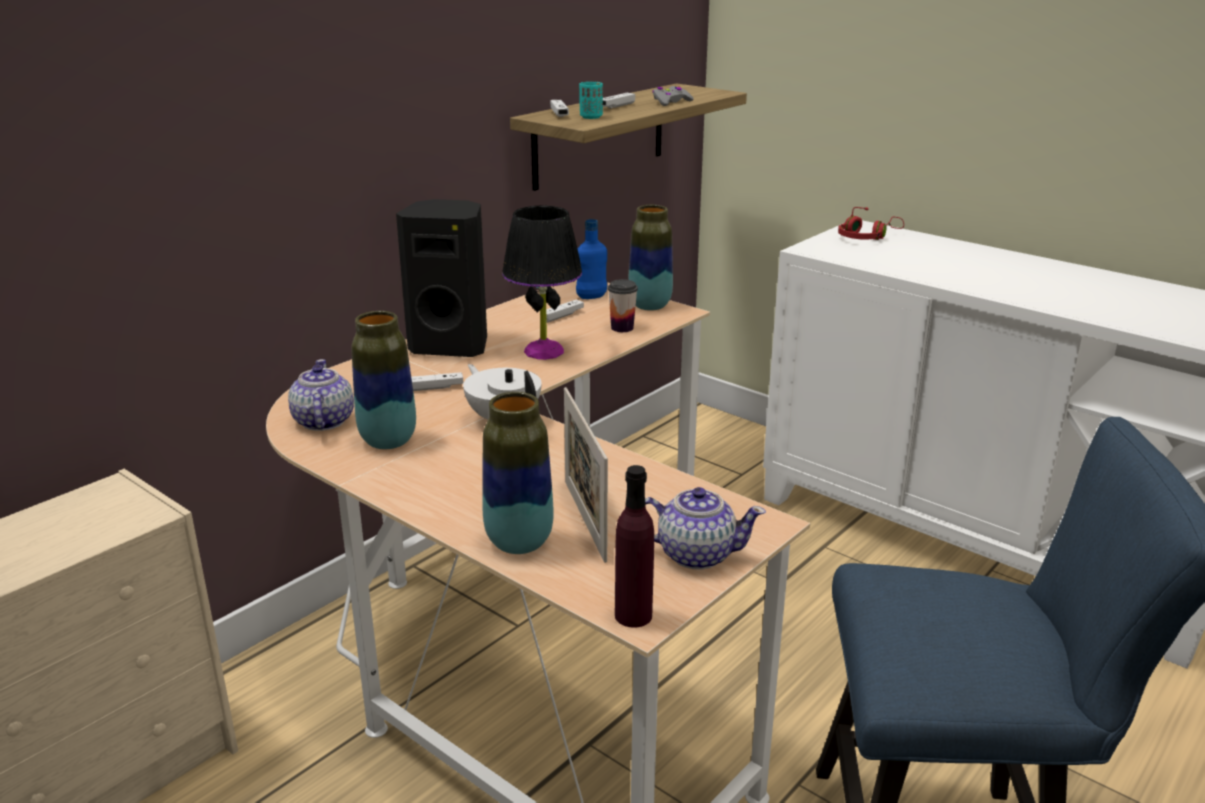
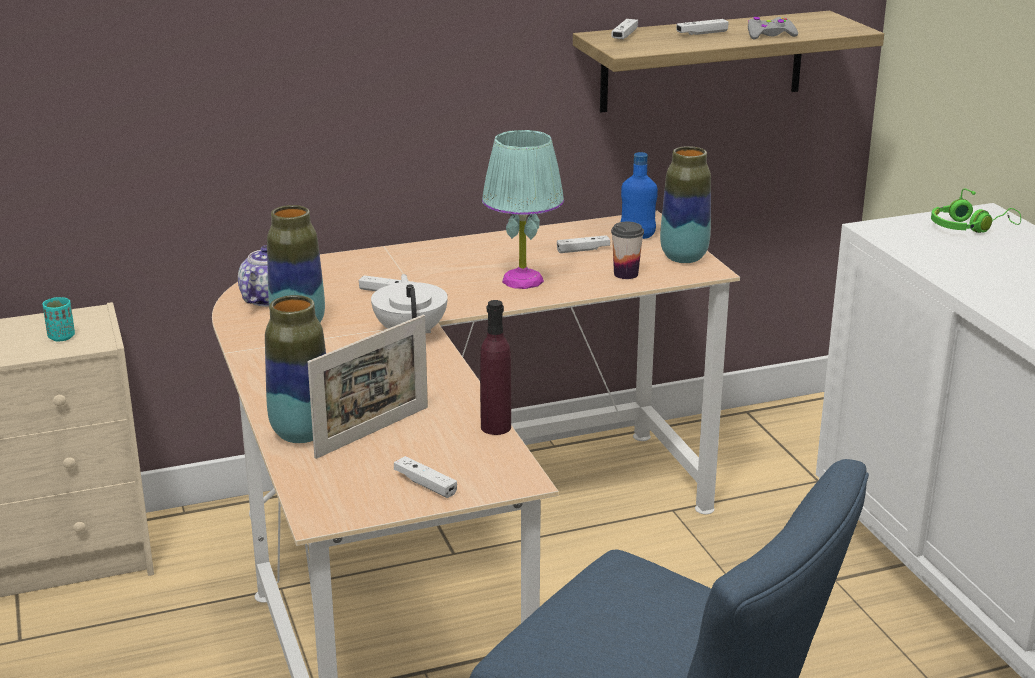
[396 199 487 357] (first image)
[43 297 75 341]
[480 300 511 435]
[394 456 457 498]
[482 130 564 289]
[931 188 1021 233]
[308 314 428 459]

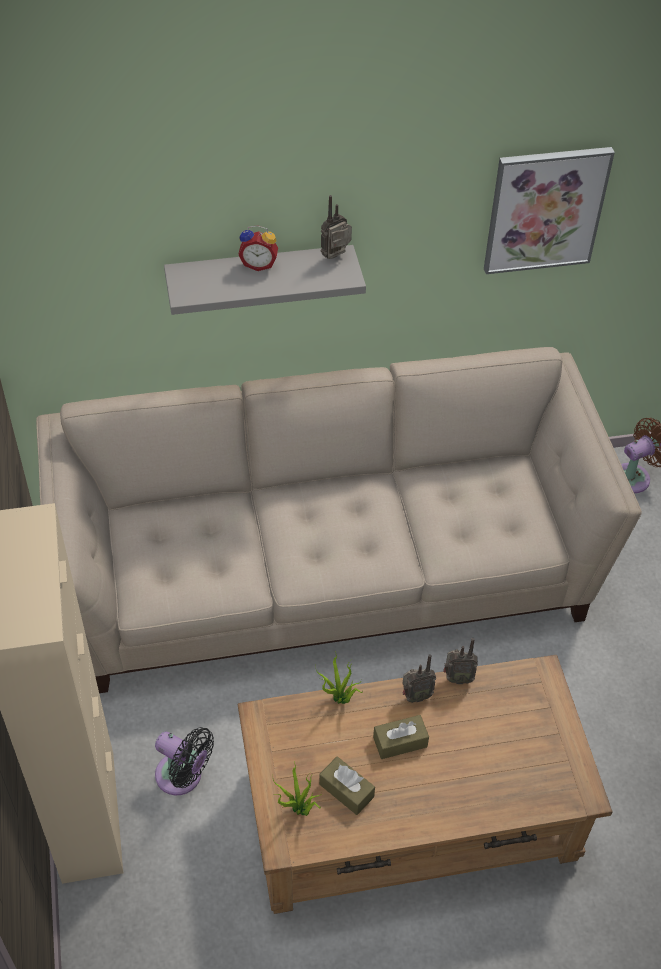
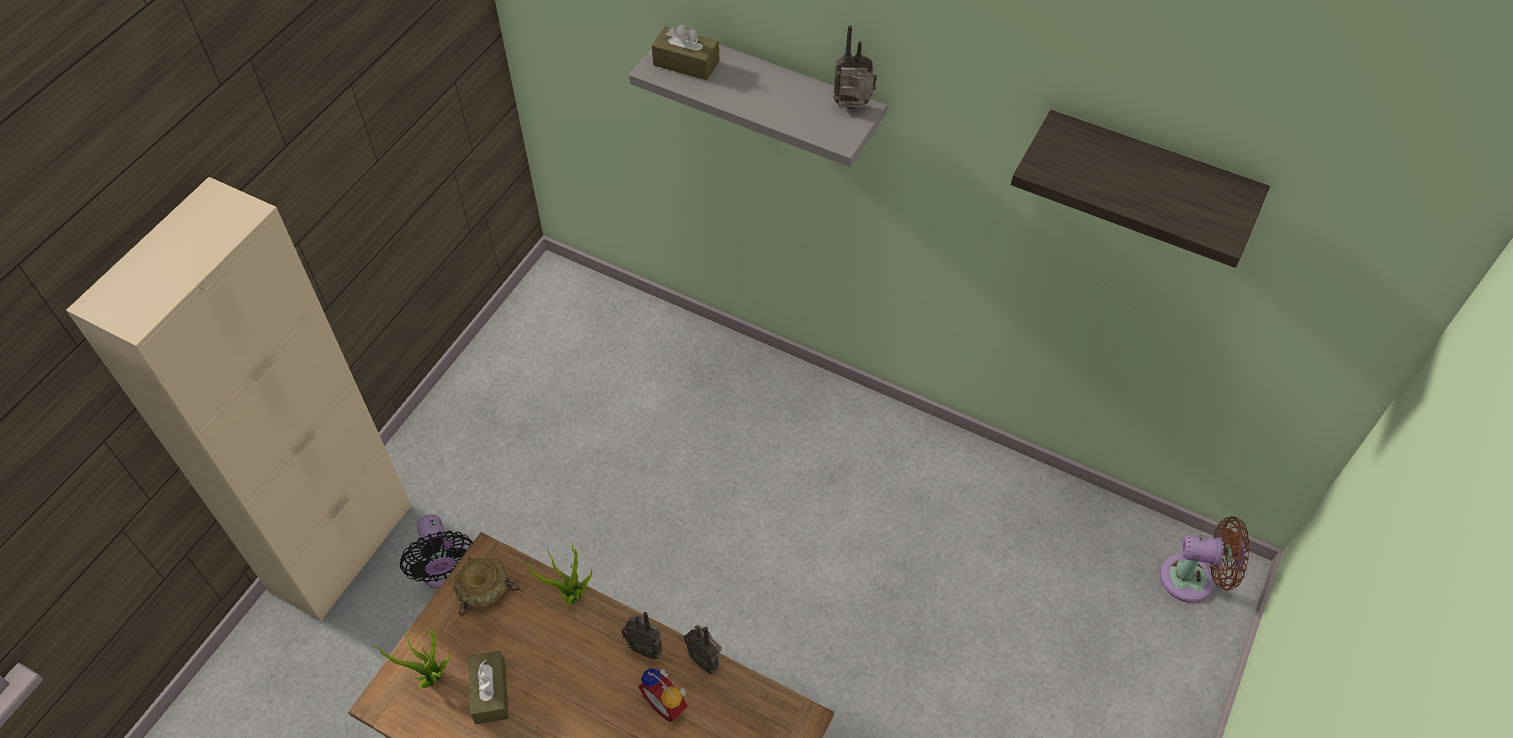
[36 347 642 693] (first image)
[453 556 522 618]
[638 668 688 722]
[652 24 720 80]
[1011 110 1270 268]

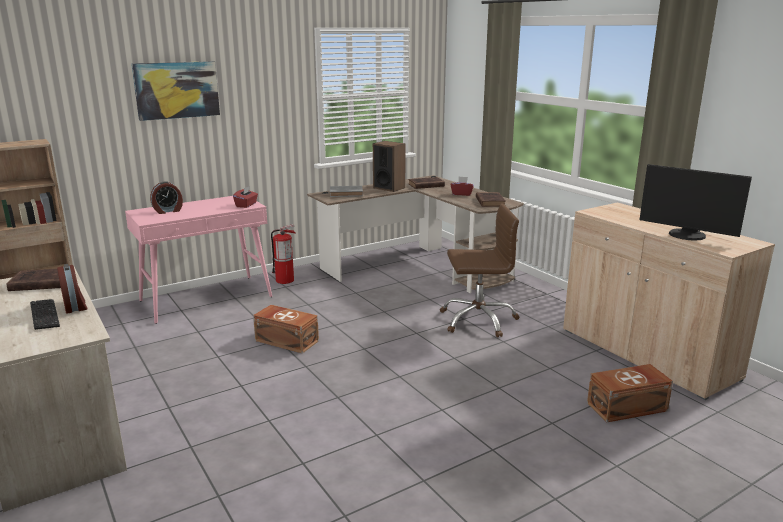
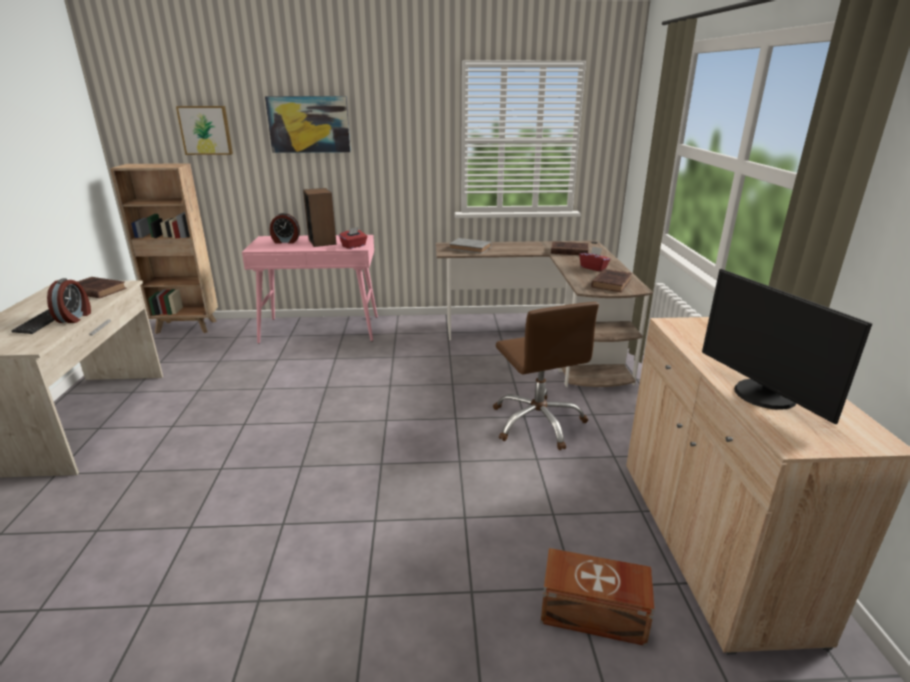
[253 305 319 354] (first image)
[271 224 295 284] (first image)
[176 106 233 155]
[303 188 337 247]
[493 302 599 450]

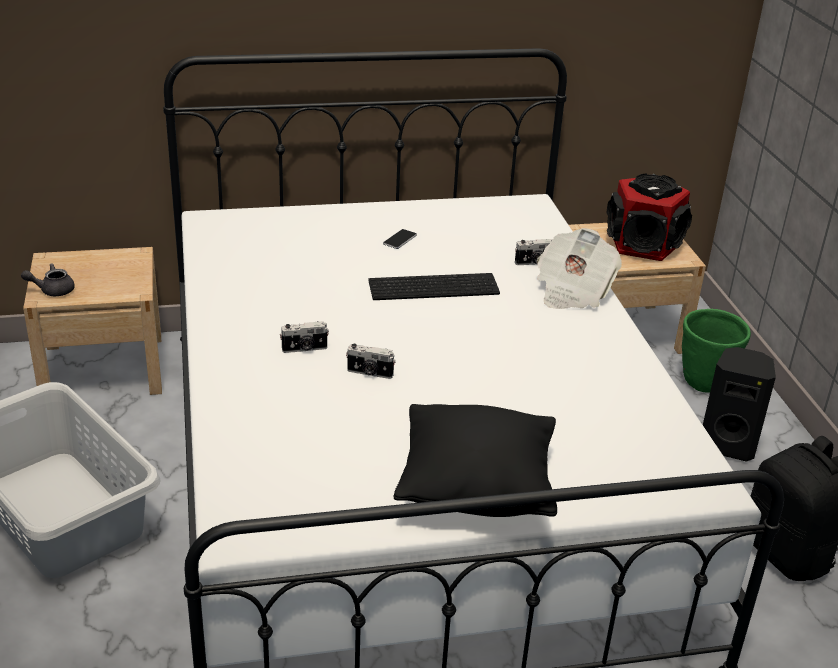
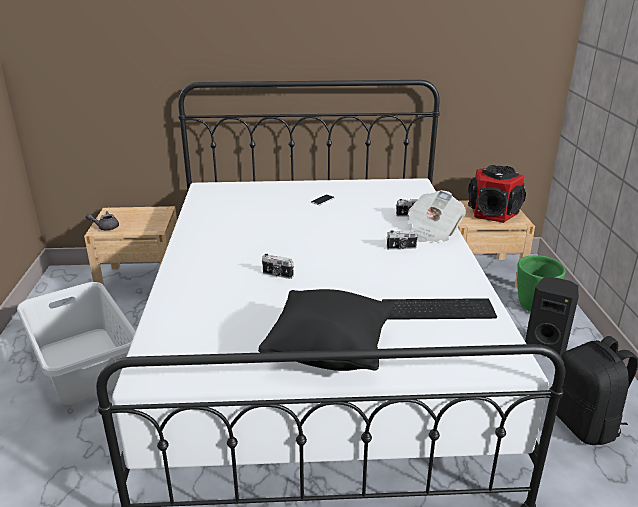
[386 230 418 250]
[382 298 497 320]

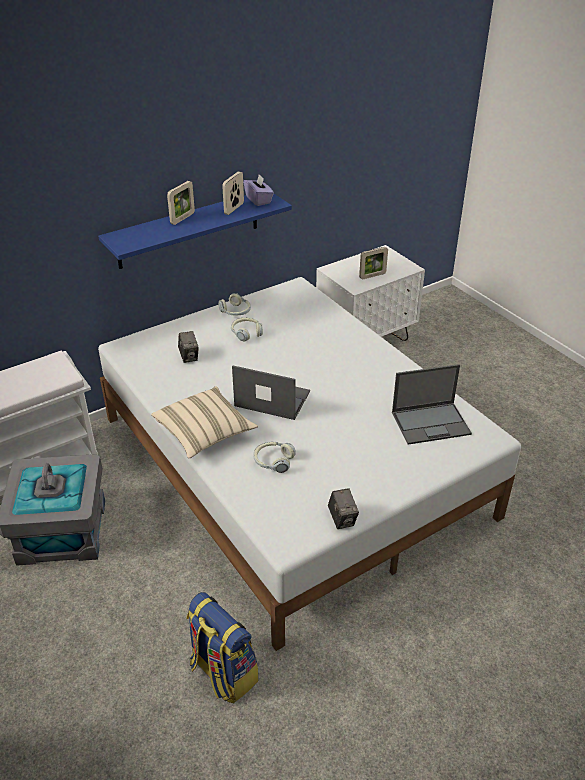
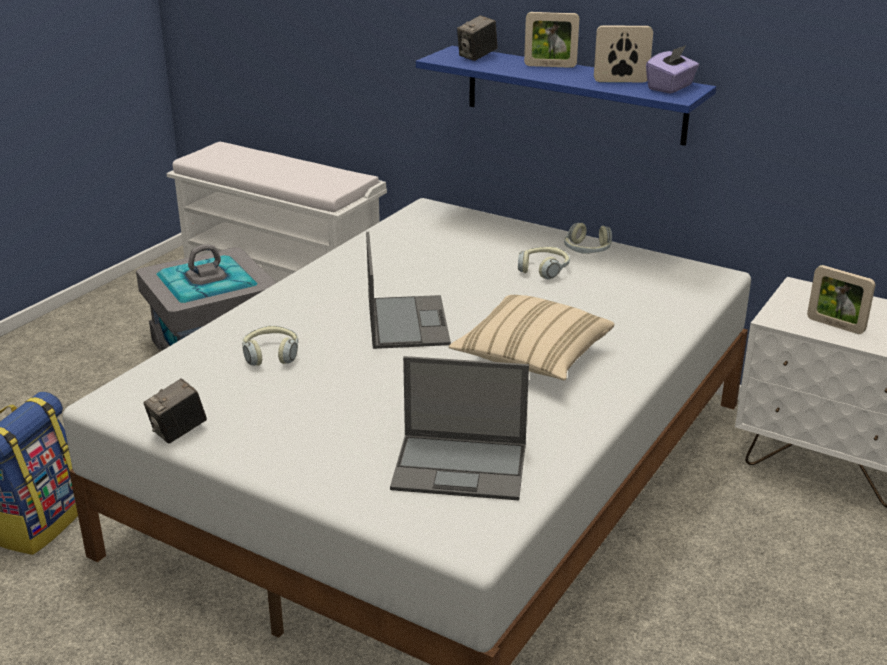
[449 295 614 380]
[457 15 498 61]
[390 356 529 500]

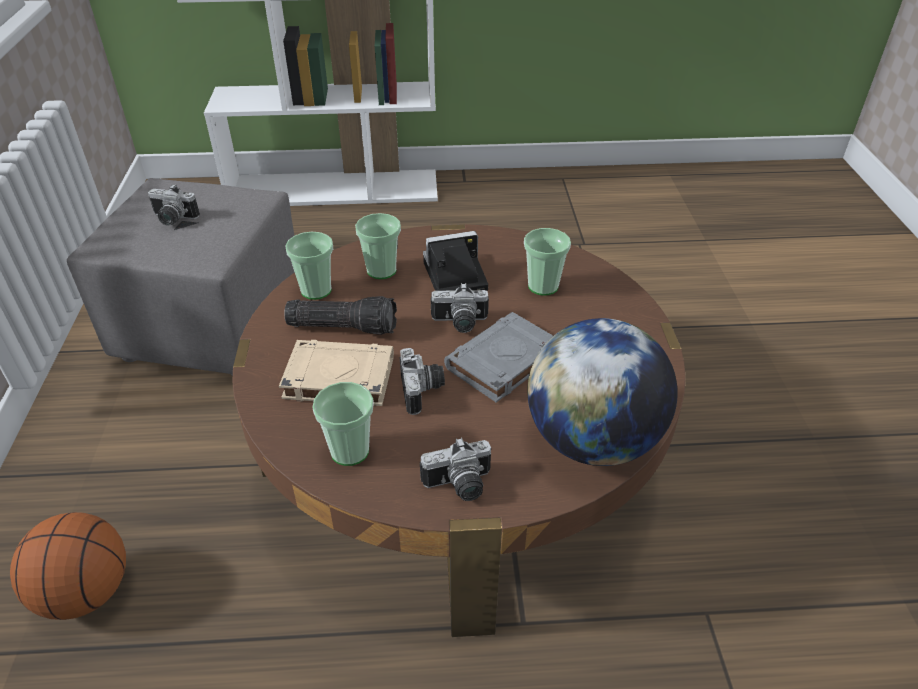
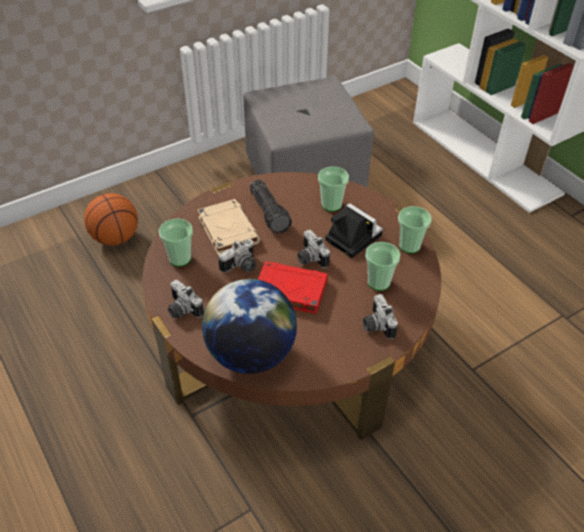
[363 294 398 339]
[398 206 432 253]
[258 261 328 314]

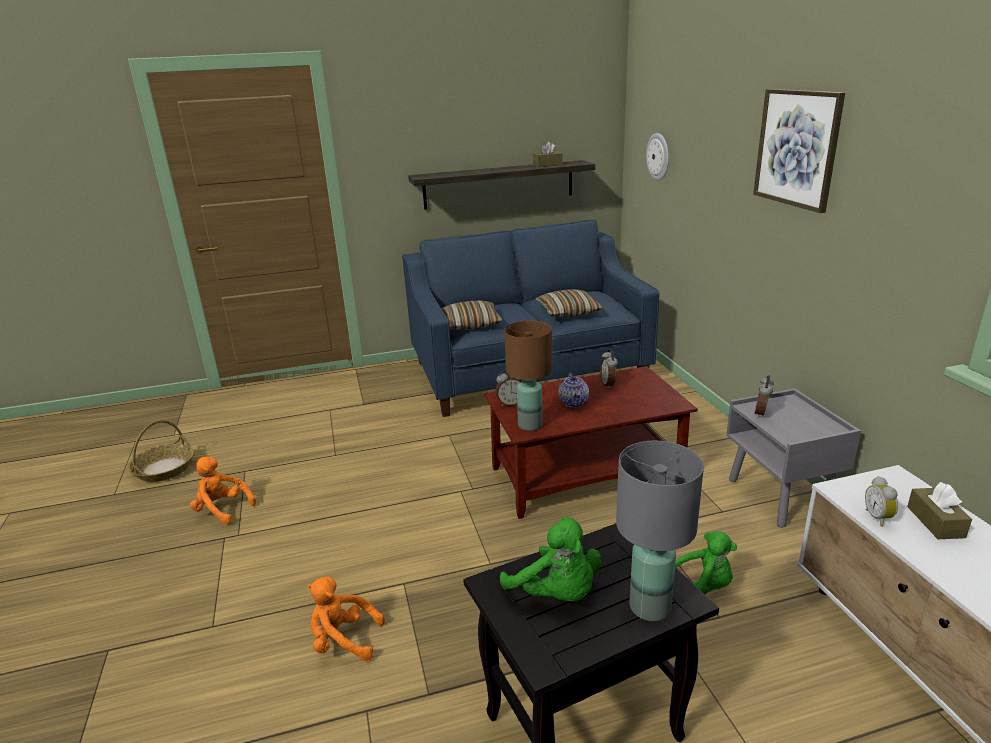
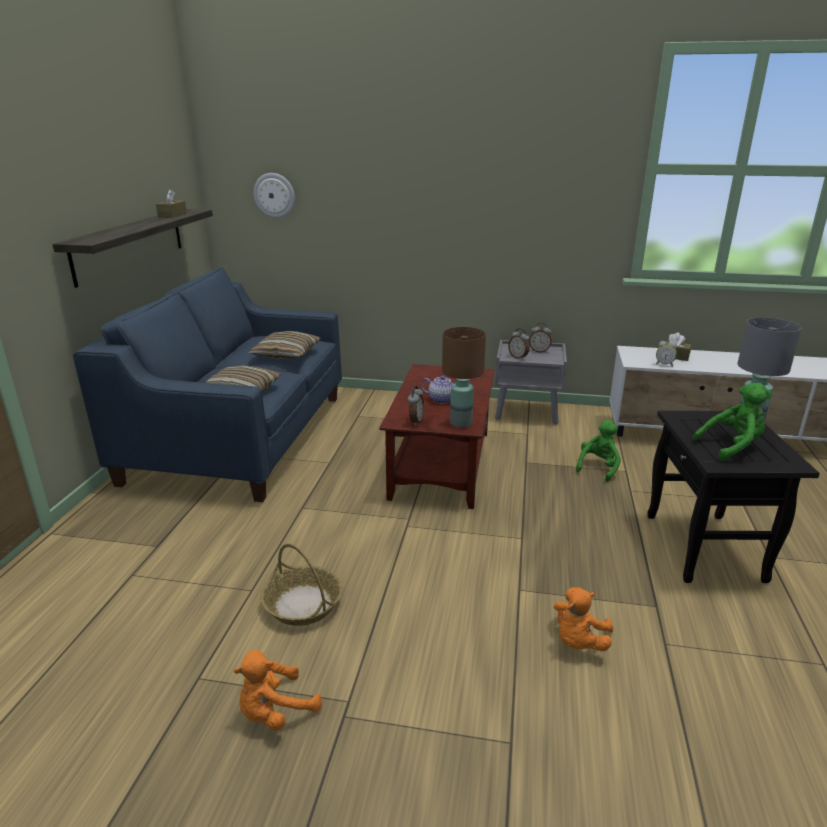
[753 89 845 213] (first image)
[261 544 342 626]
[529 323 552 353]

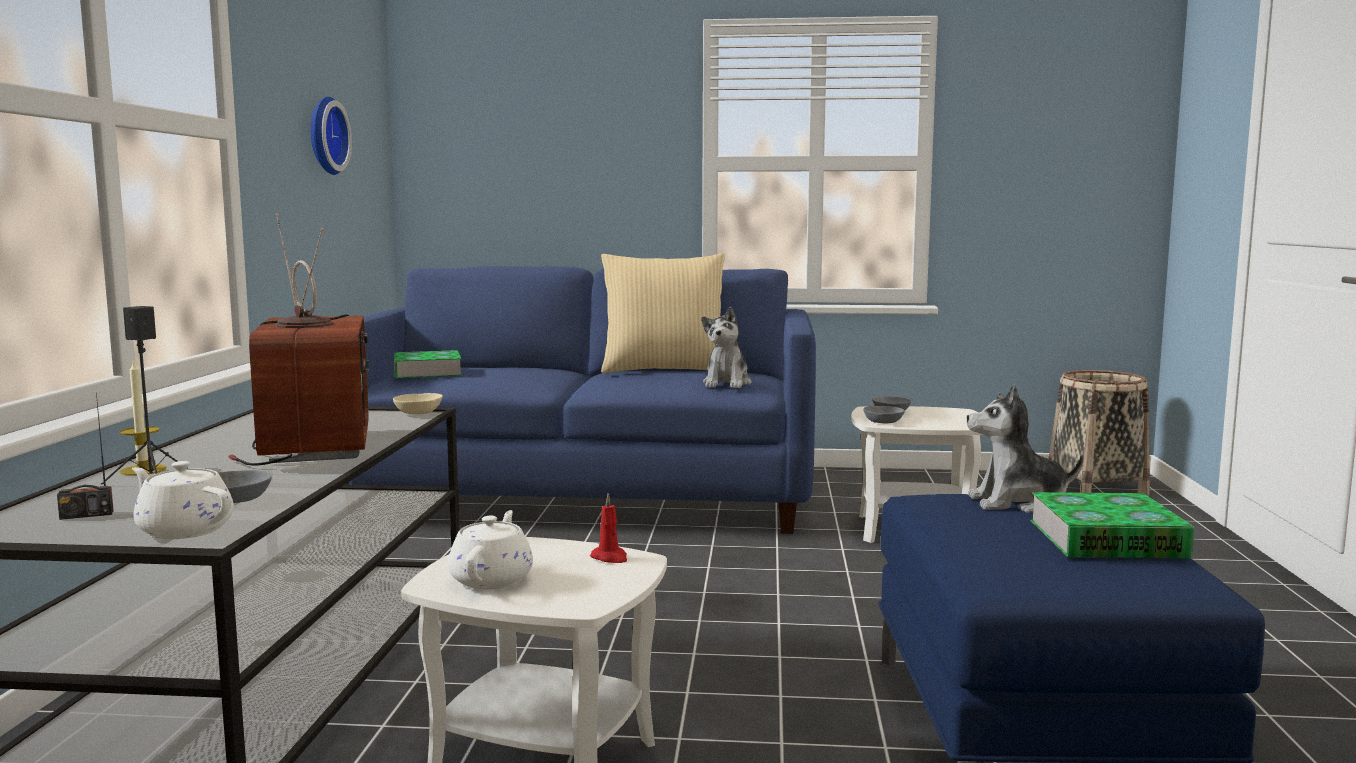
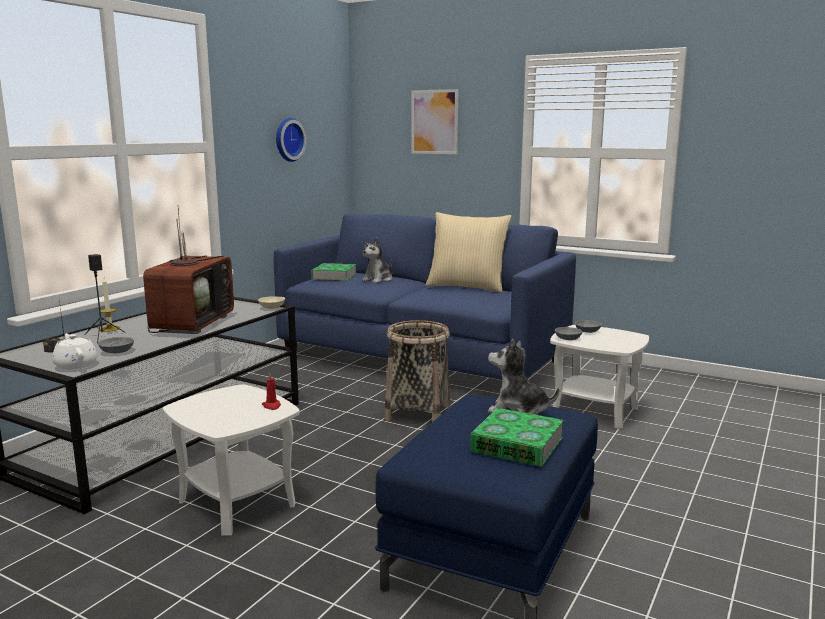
[448 510 533 589] (first image)
[412 89 458 154]
[362 238 393 283]
[384 320 450 422]

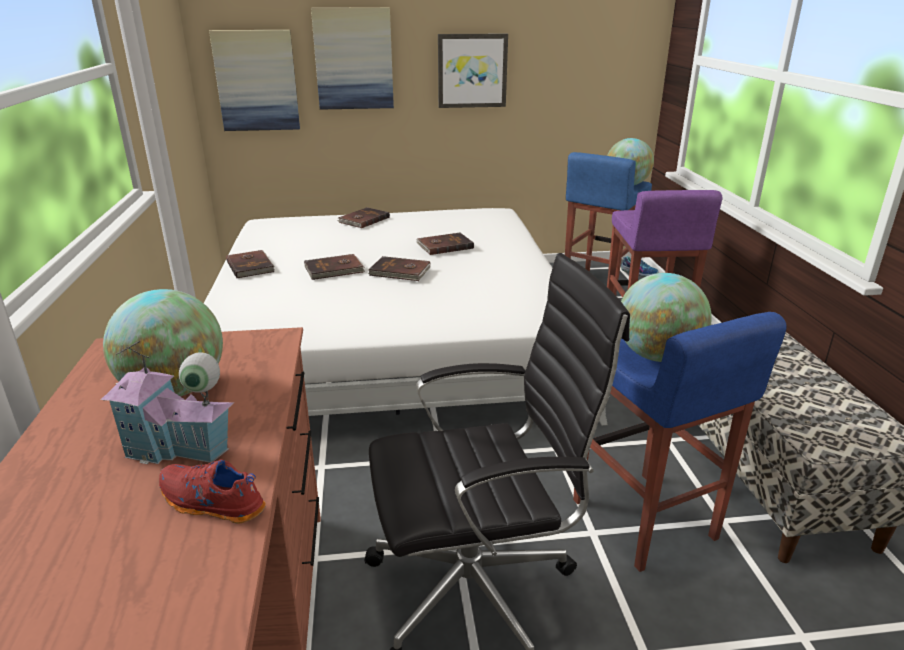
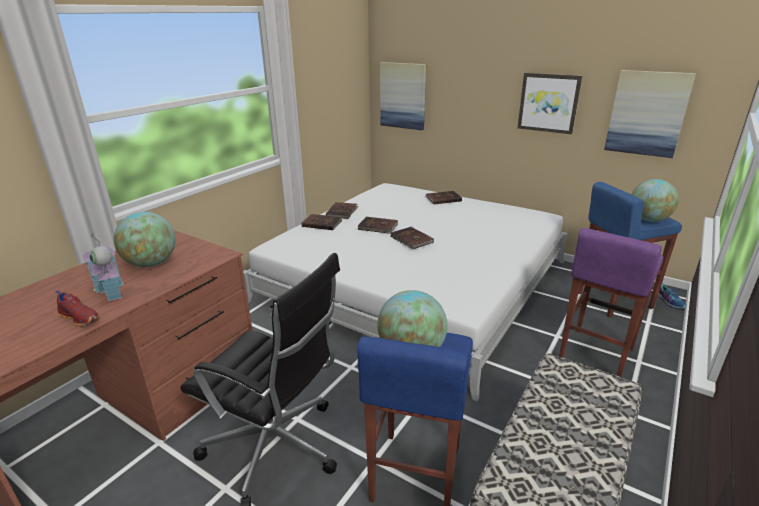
[604 70 696 158]
[301 214 342 230]
[56 290 99 326]

